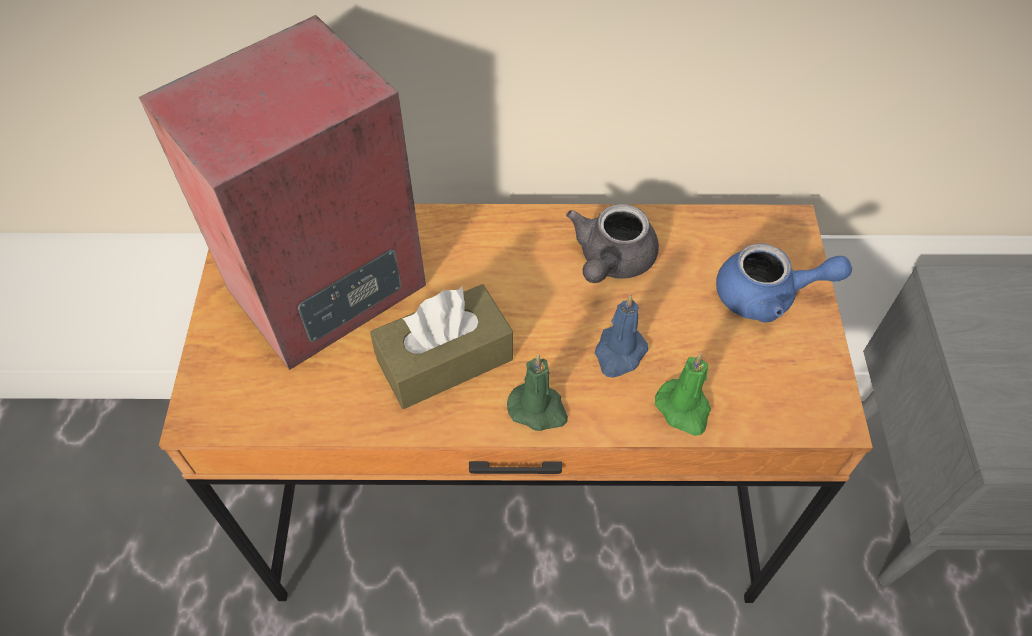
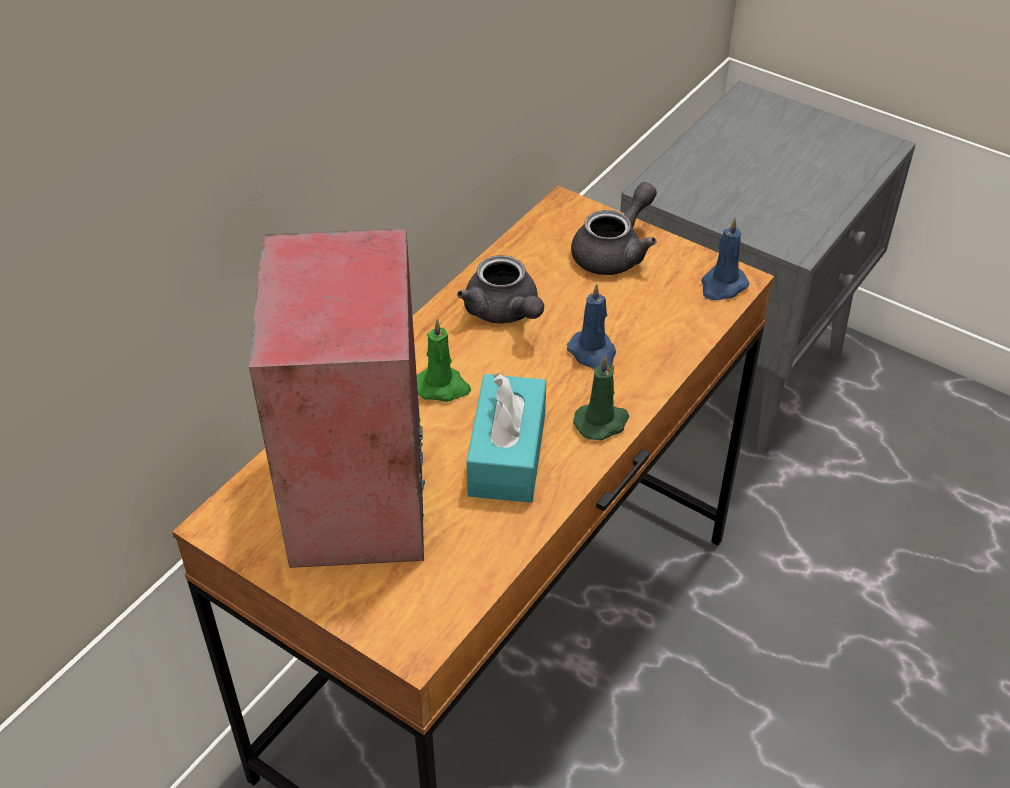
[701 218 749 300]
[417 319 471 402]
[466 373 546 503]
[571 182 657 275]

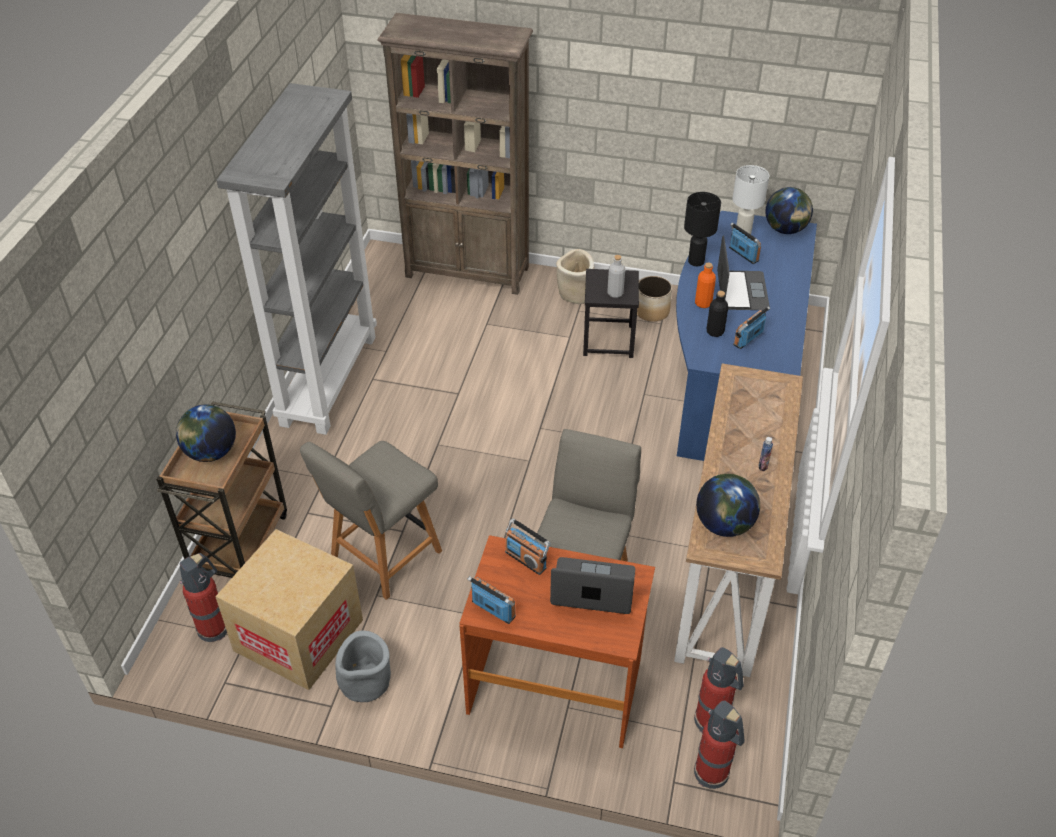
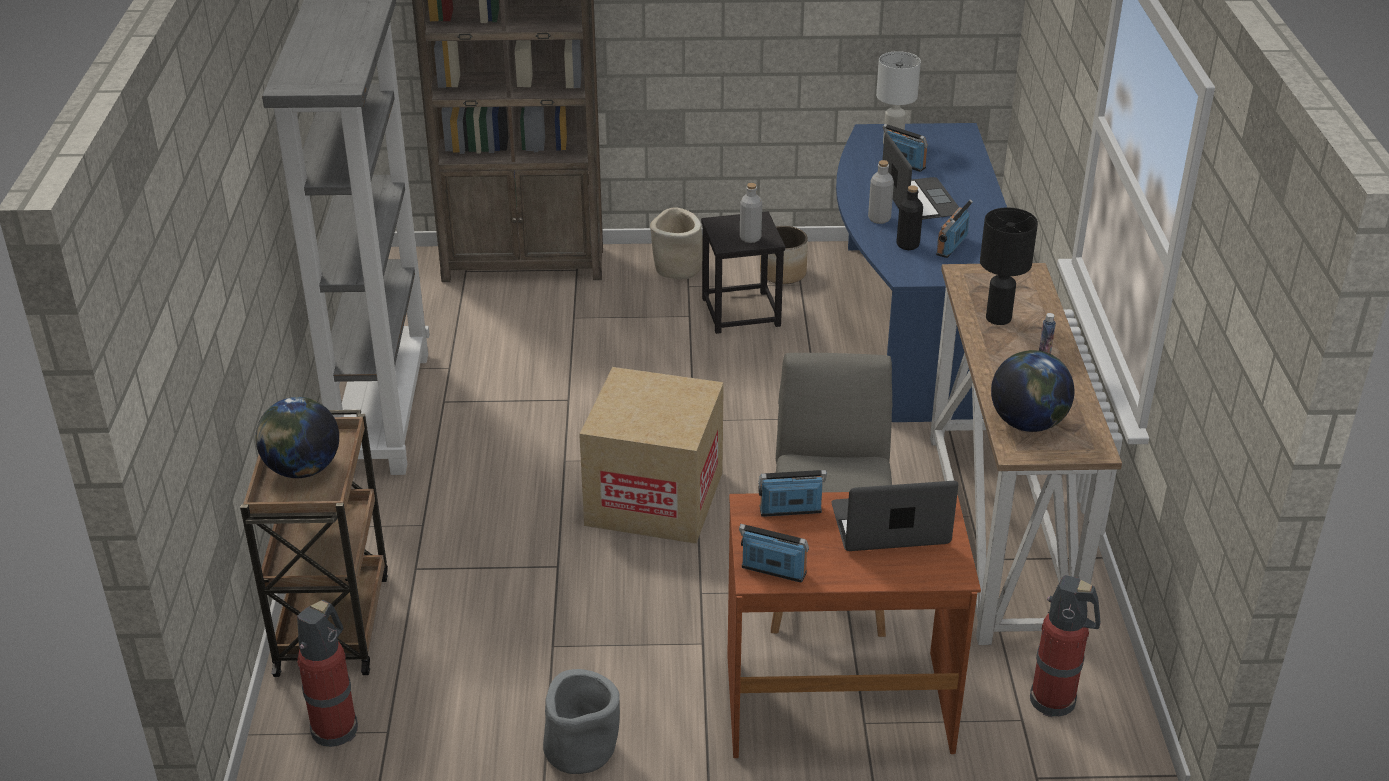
[300 441 442 600] (first image)
[694 700 744 789] (first image)
[766 187 813 234] (first image)
[579 367 724 544]
[980 208 1038 325]
[868 160 894 224]
[758 470 827 517]

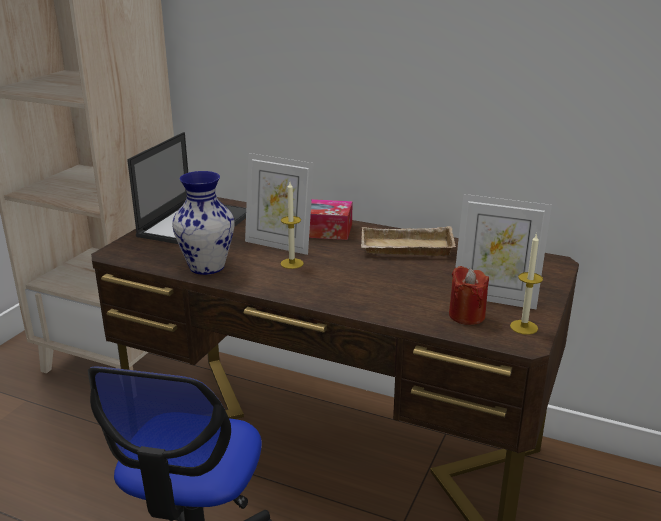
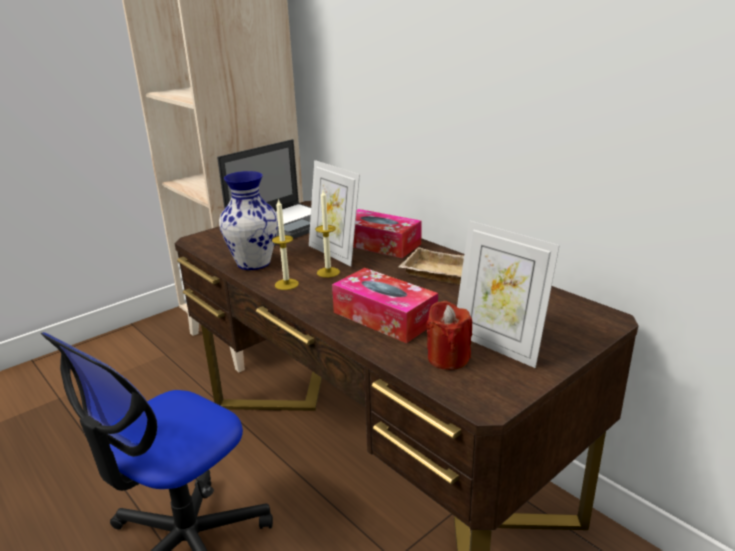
[332 268 438 343]
[272 198 299 290]

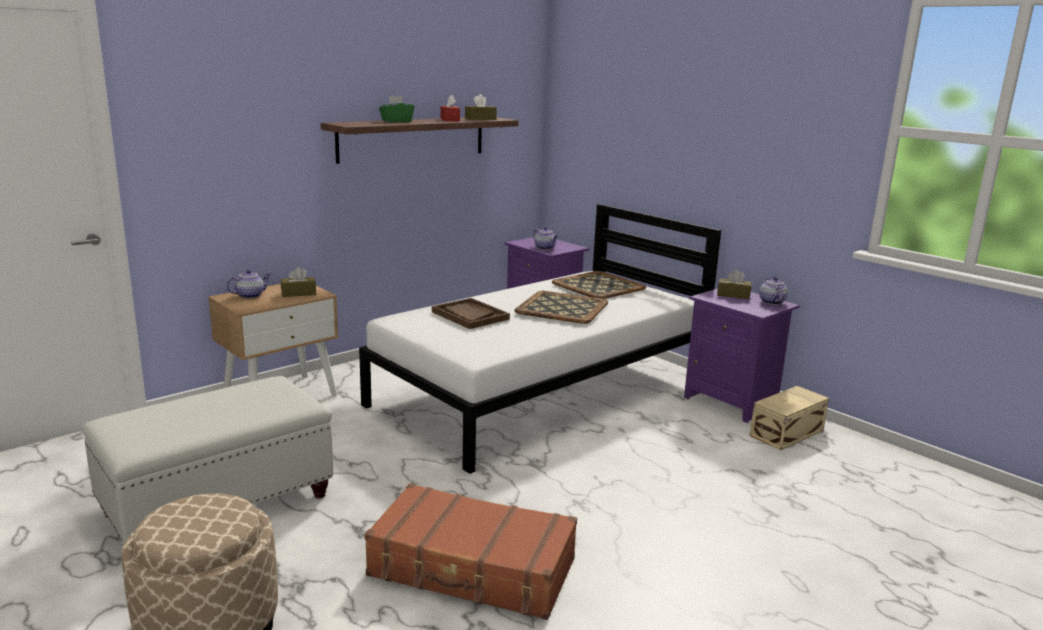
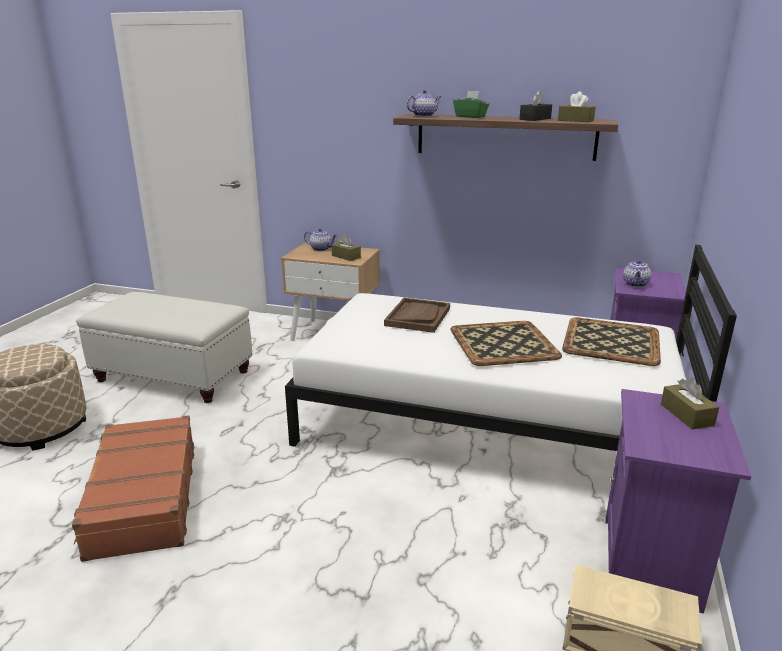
[406 90 441 117]
[520 91 552 121]

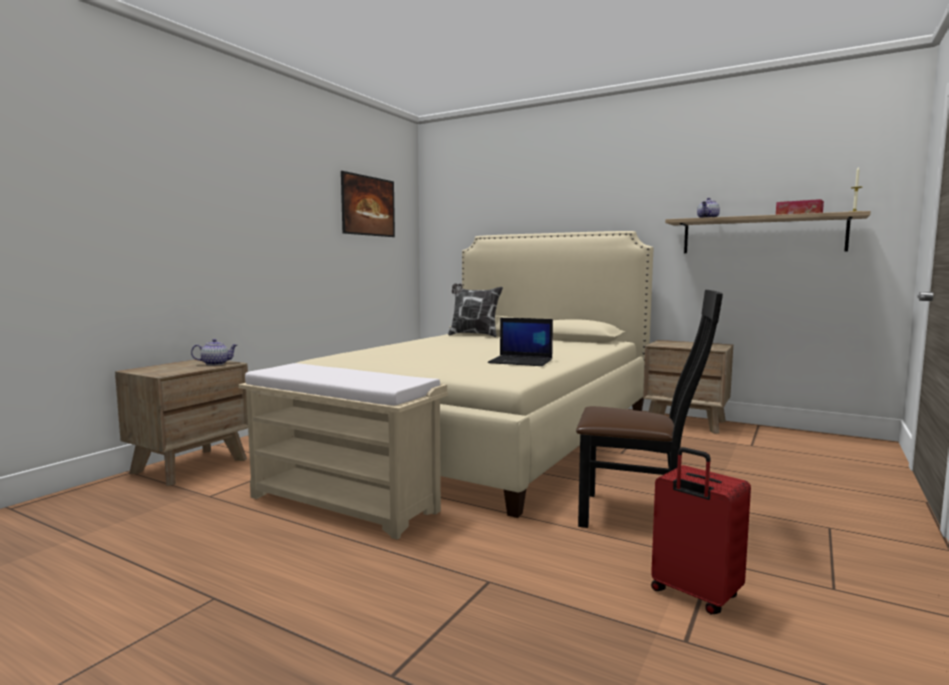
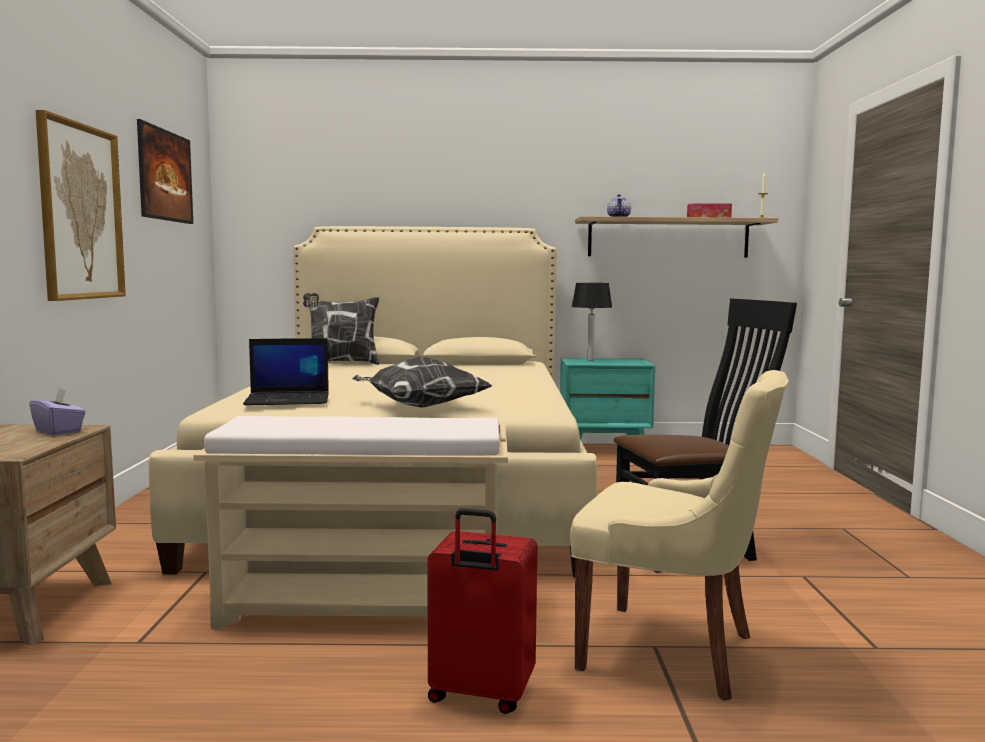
[35 110 126 301]
[352 356 493 408]
[570 370 789 701]
[571 283 612 361]
[243 338 329 405]
[427 508 537 714]
[29 388 86 435]
[560 358 655 440]

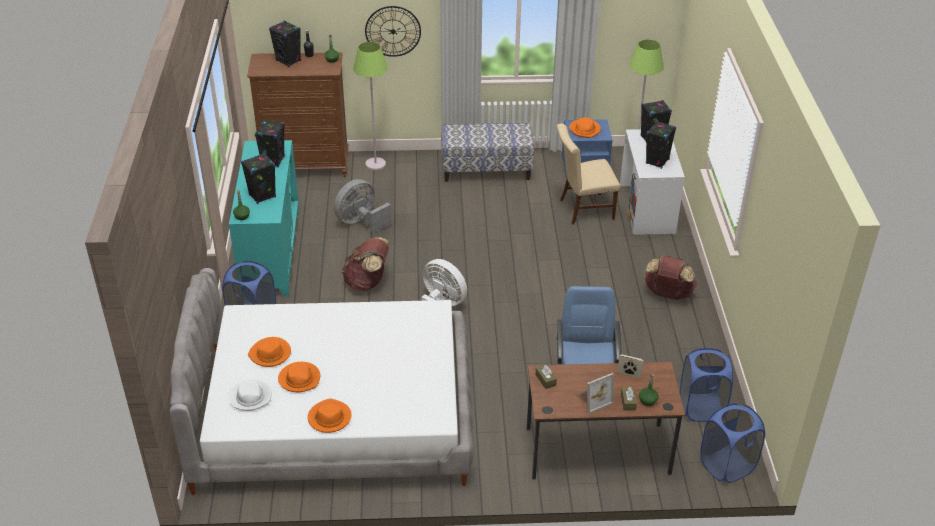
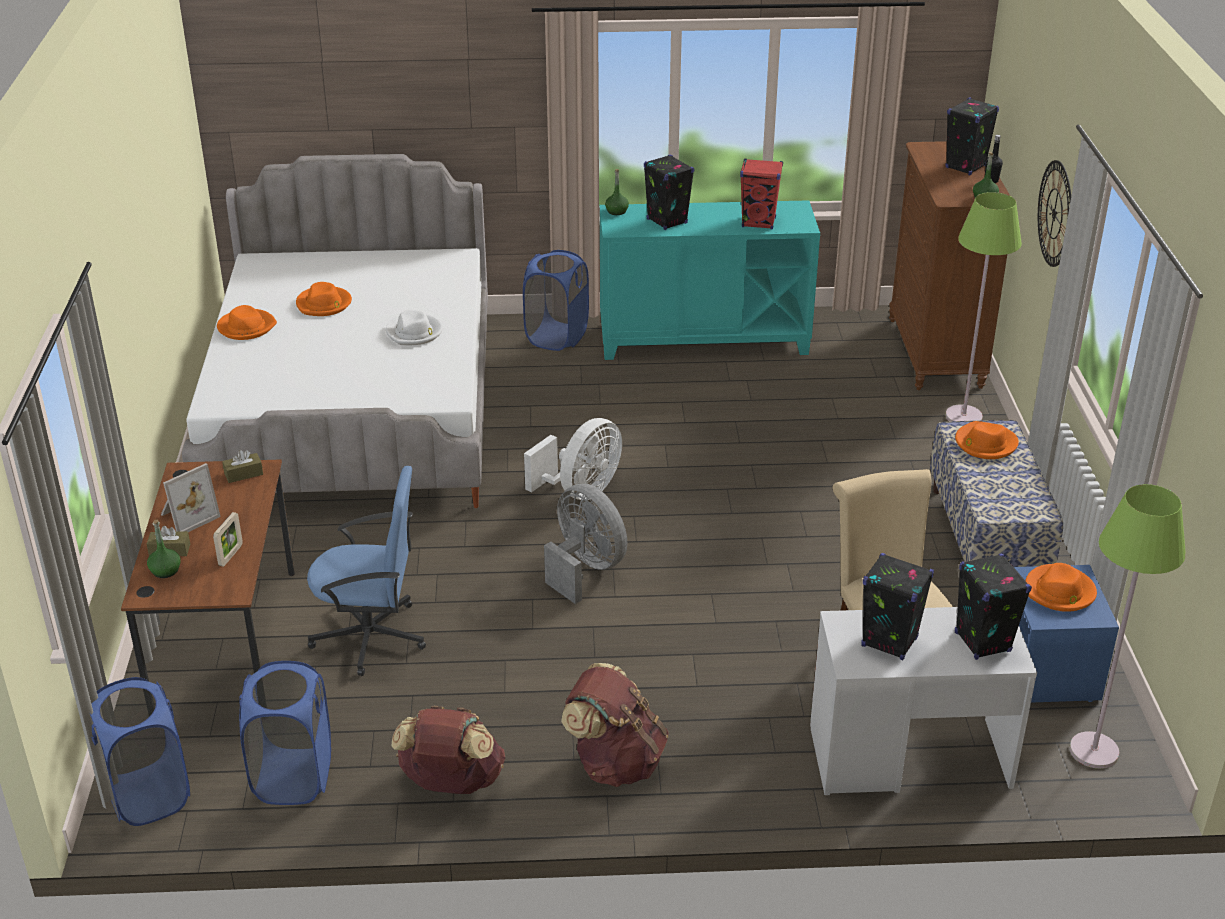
[386 310 443 345]
[955 421 1019 459]
[544 483 627 604]
[391 706 505 794]
[740 159 783 230]
[161 463 221 532]

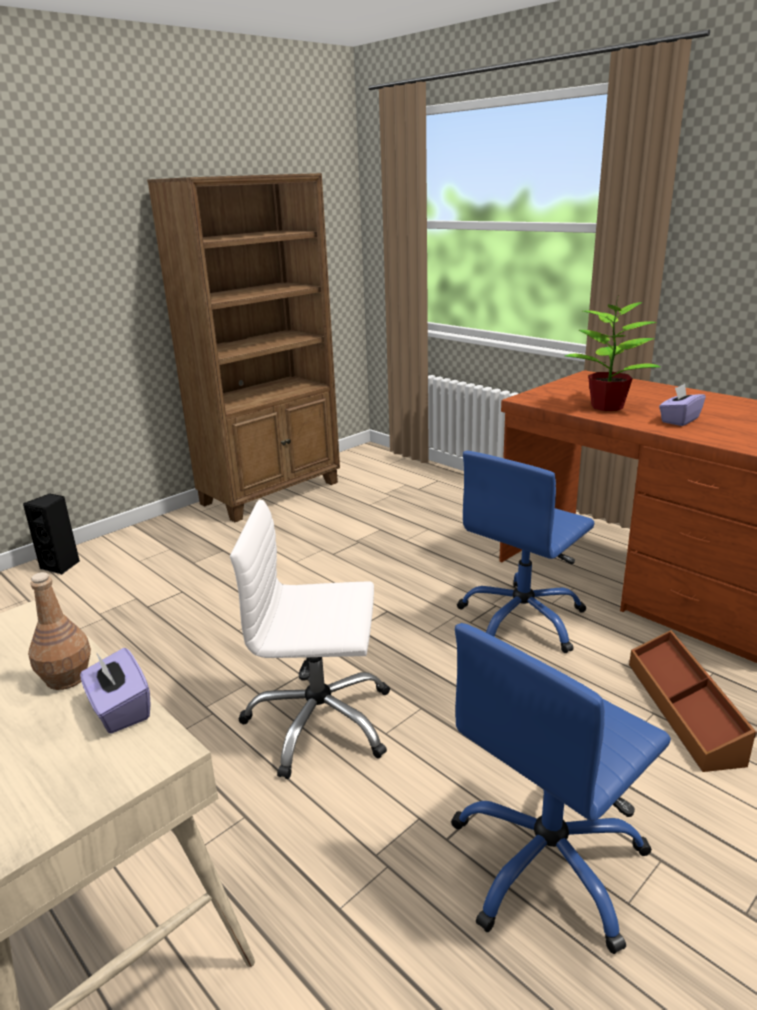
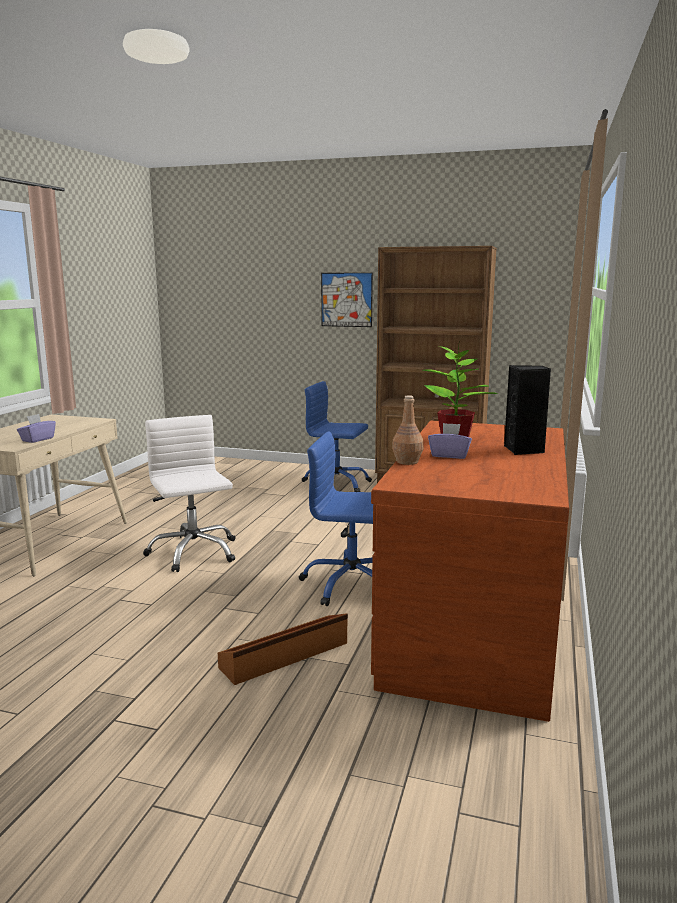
[321 273 373 327]
[504 365 551 455]
[392 395 423 465]
[302 381 372 492]

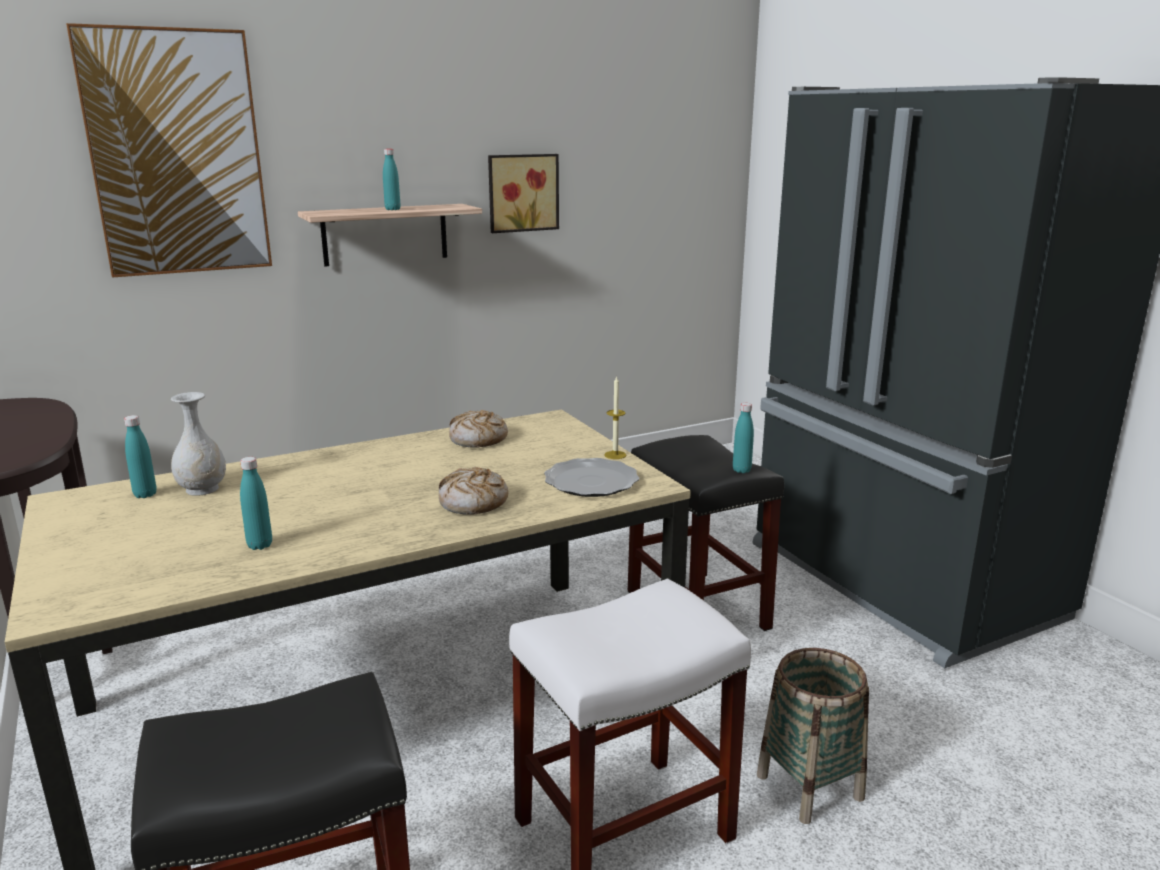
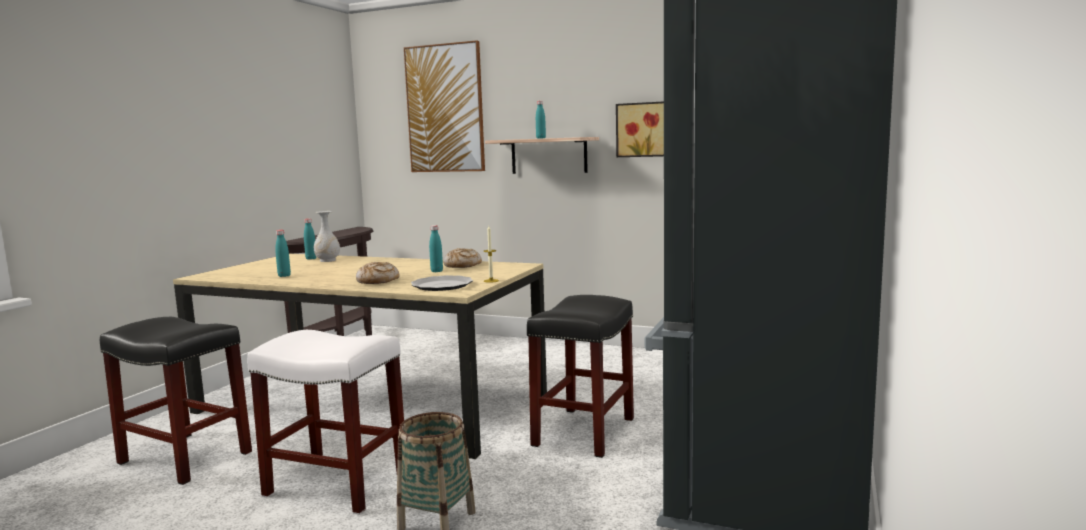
[429 225 443 272]

